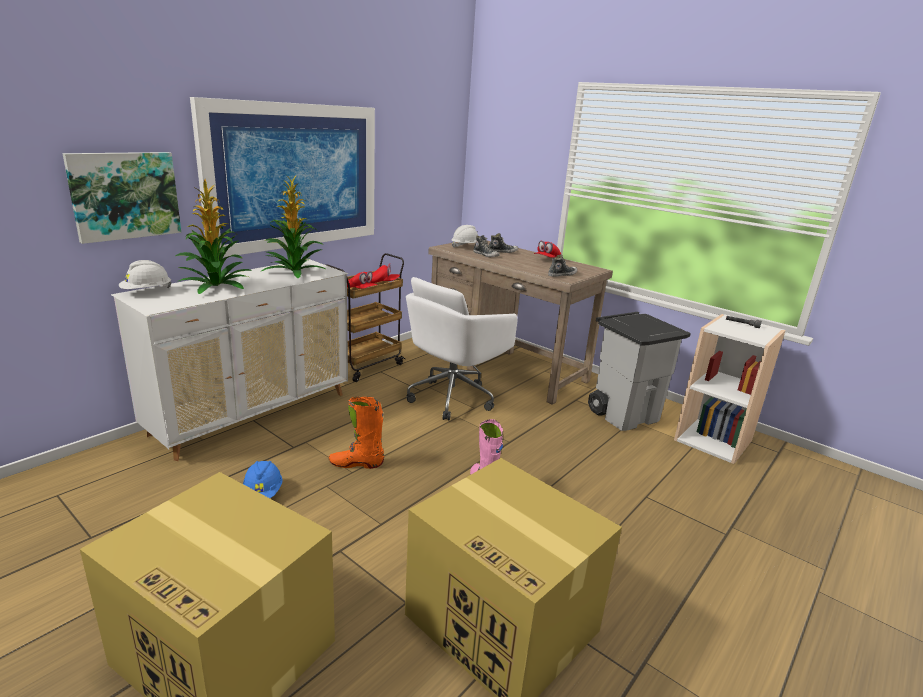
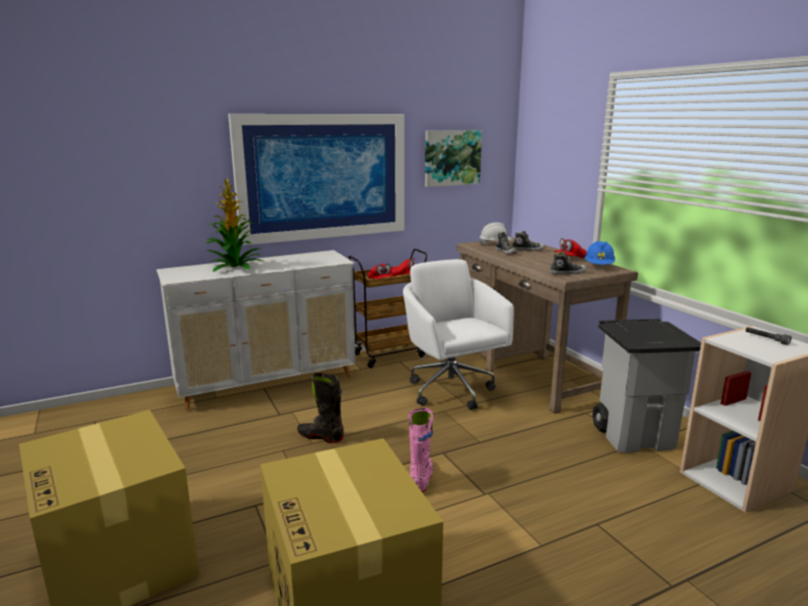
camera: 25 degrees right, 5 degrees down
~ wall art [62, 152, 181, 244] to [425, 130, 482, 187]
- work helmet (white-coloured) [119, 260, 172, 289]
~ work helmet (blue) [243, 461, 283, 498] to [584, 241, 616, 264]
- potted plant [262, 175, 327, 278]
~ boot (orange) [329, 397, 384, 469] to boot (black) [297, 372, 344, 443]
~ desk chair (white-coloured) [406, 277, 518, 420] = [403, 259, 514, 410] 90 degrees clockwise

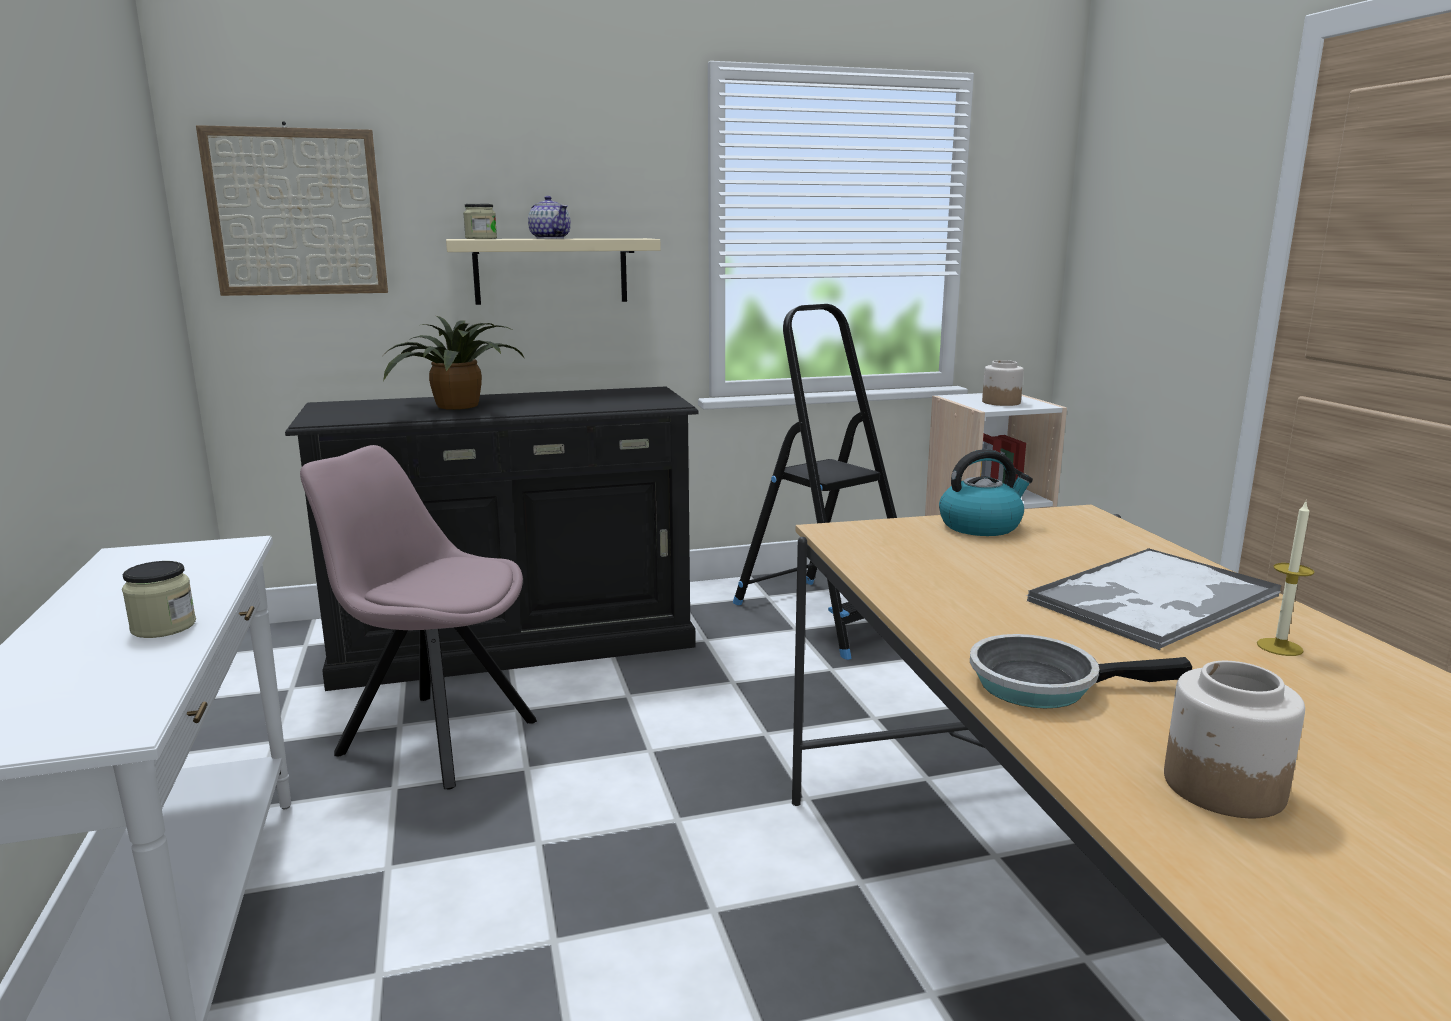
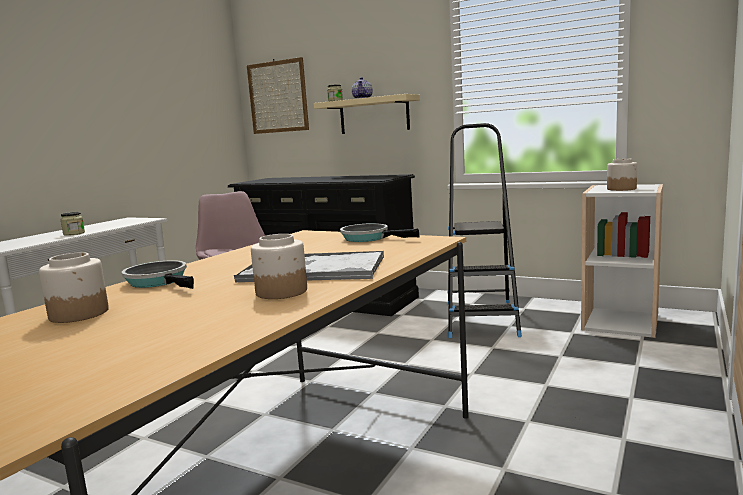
camera: 45 degrees right, 5 degrees down
- potted plant [383, 316, 524, 410]
~ water kettle [939, 449, 1033, 536] to pan [340, 223, 420, 242]
~ wax light [1257, 502, 1314, 656] to preserve jar [251, 234, 307, 299]

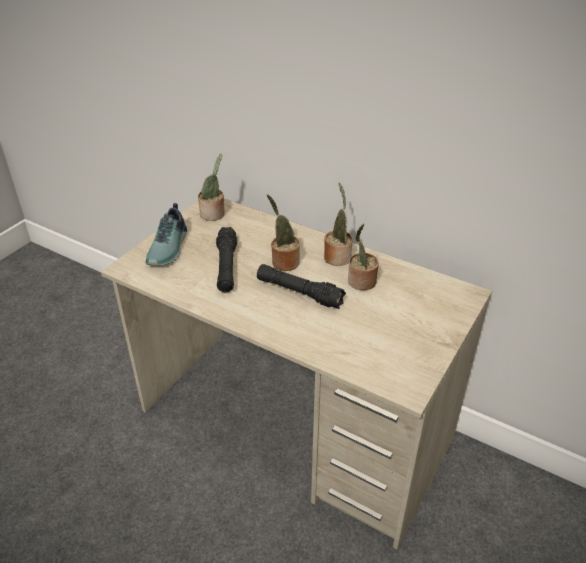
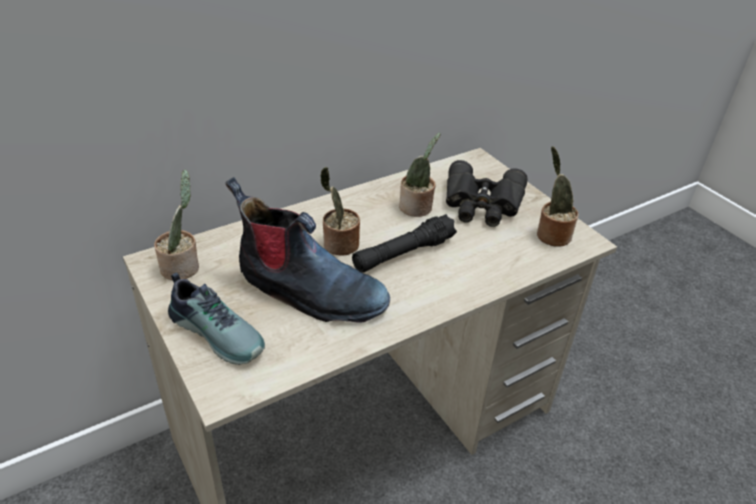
camera: 65 degrees left, 0 degrees up
~ flashlight (black) [216, 227, 237, 292] to boot [225, 177, 390, 323]
~ potted plant [324, 182, 353, 266] to [537, 146, 578, 246]
+ pair of binoculars (black) [446, 160, 527, 227]

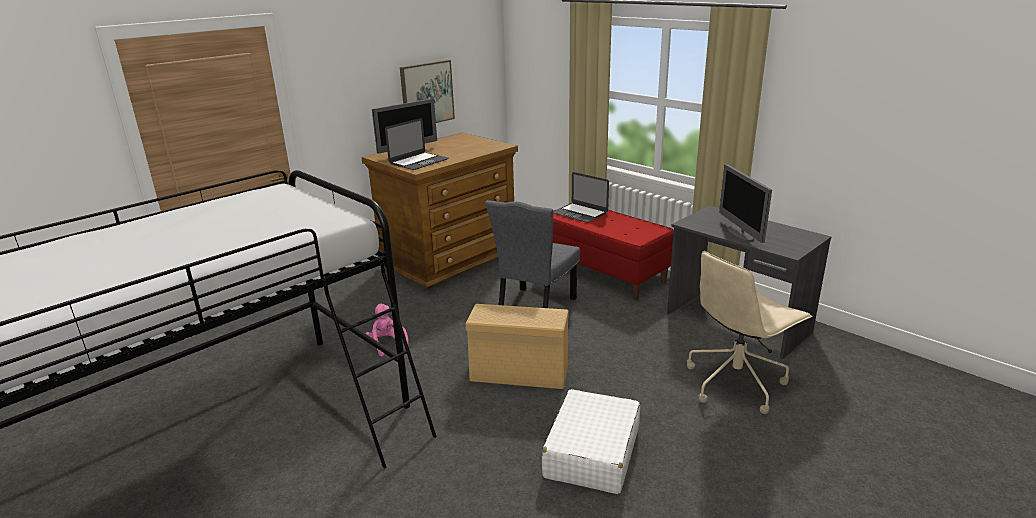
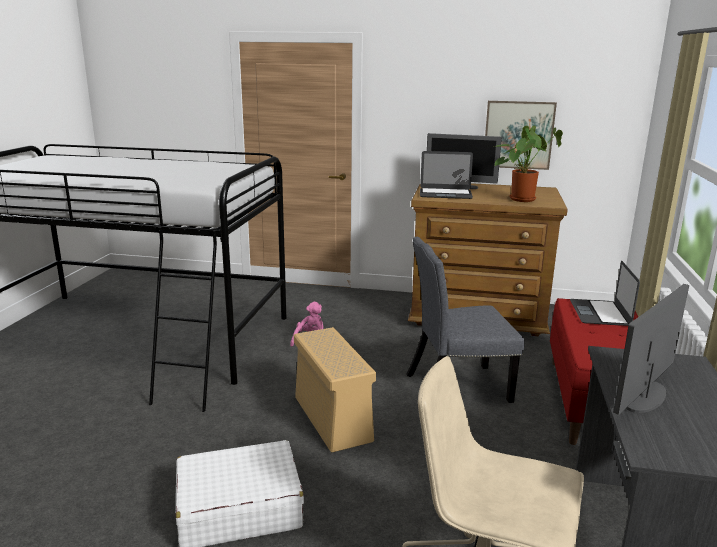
camera: 55 degrees right, 5 degrees down
+ potted plant [494, 126, 563, 202]

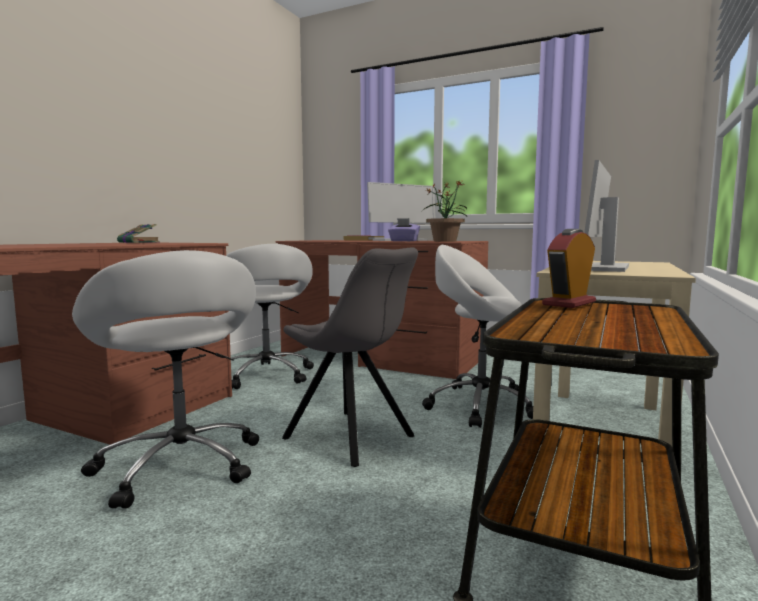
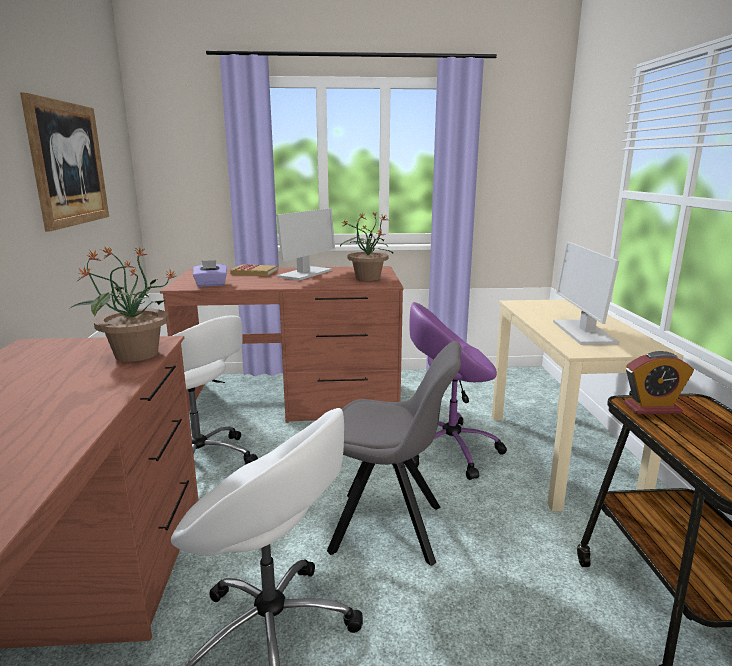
camera: 30 degrees left, 10 degrees up
- book [117, 224, 160, 243]
~ tissue box (purplish) [388, 218, 420, 241] to [193, 260, 227, 287]
~ desk chair (white-coloured) [422, 245, 533, 428] to desk chair (purplish) [409, 302, 507, 480]
~ bedside clock [542, 229, 596, 308] = [624, 351, 694, 414] 105 degrees counterclockwise
+ wall art [20, 93, 109, 231]
+ potted plant [72, 246, 176, 362]

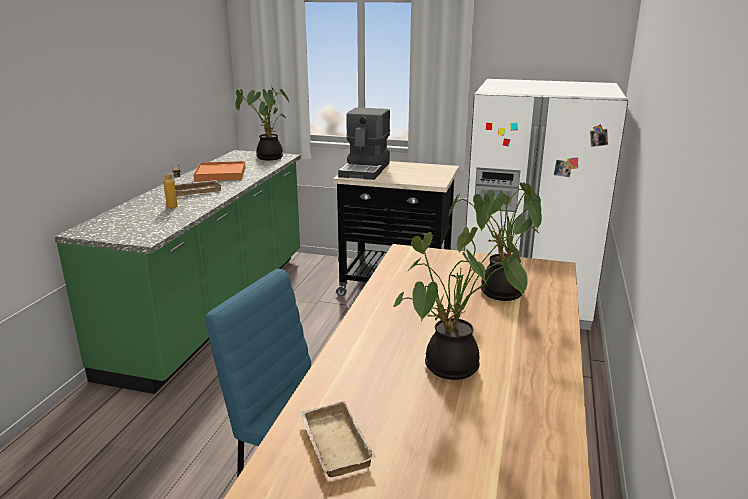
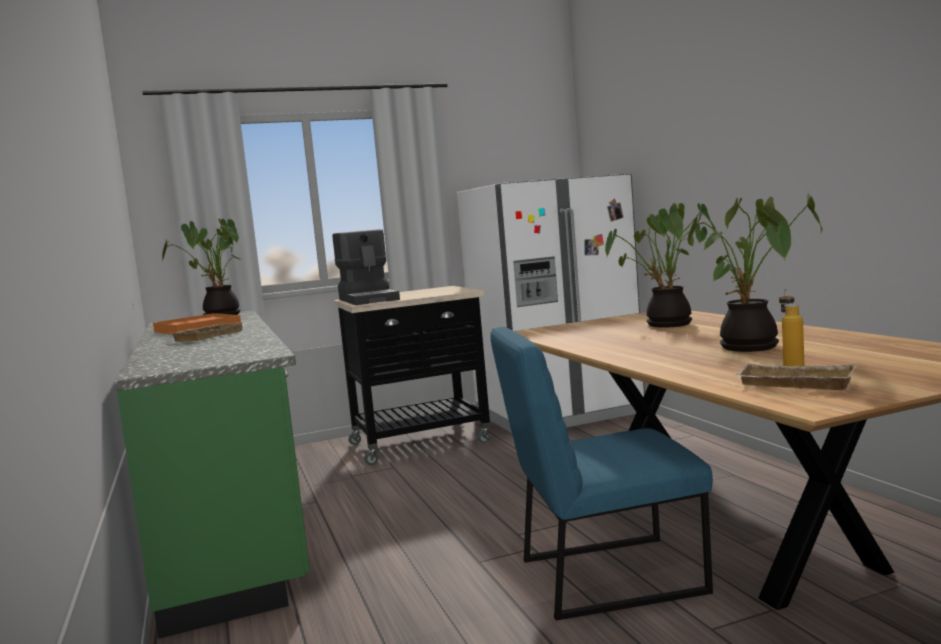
camera: 35 degrees left, 15 degrees down
~ beverage bottle [163, 164, 181, 209] to [779, 289, 804, 367]

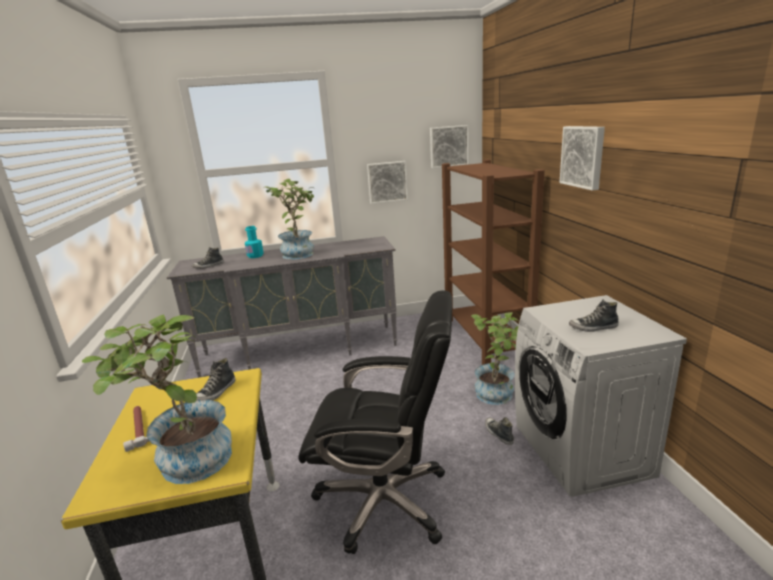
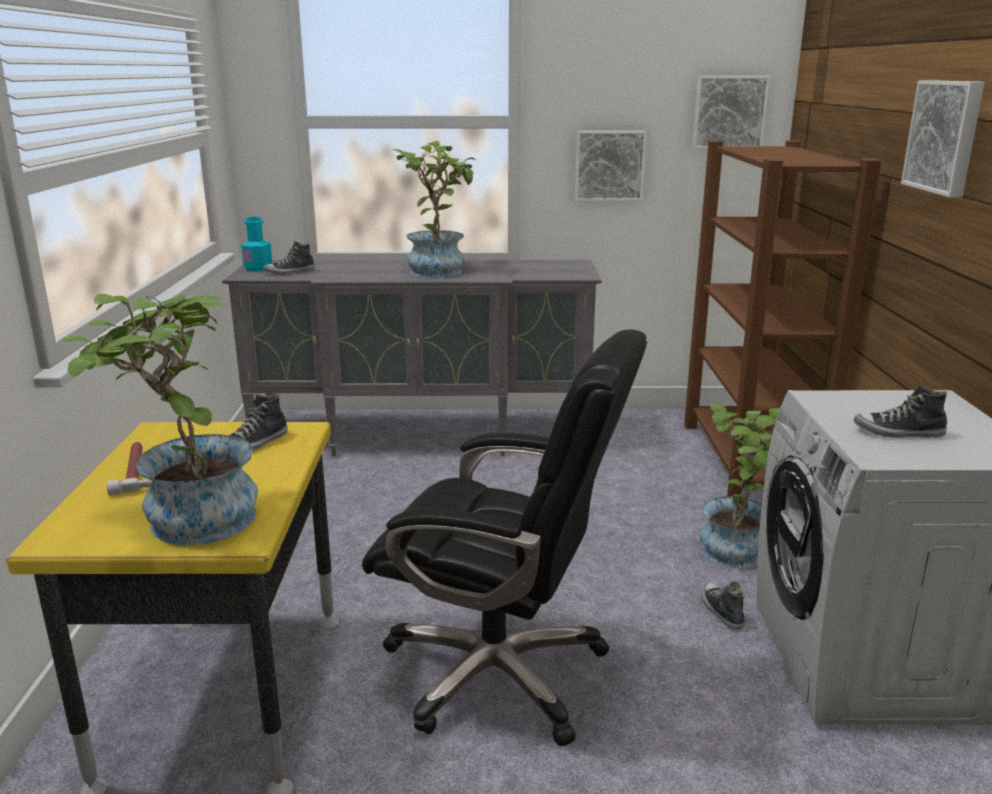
camera: 10 degrees right, 0 degrees up
~ beverage bottle (turquoise) [245, 226, 264, 258] to [241, 217, 272, 272]

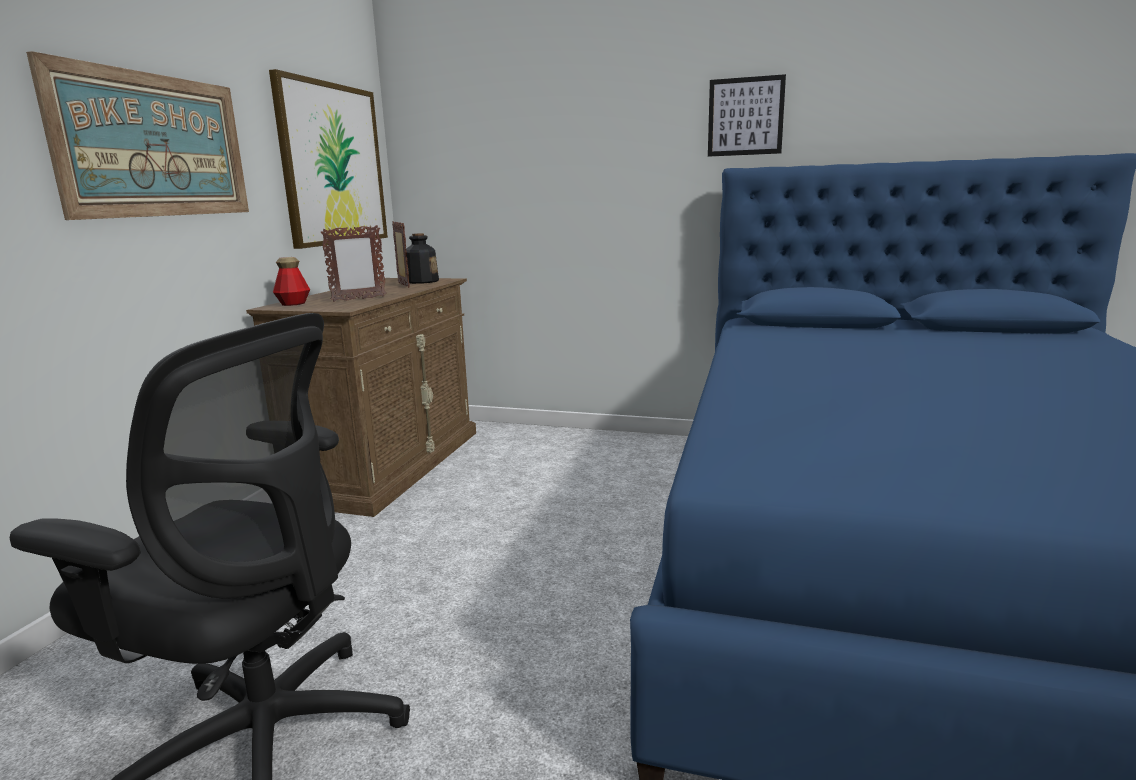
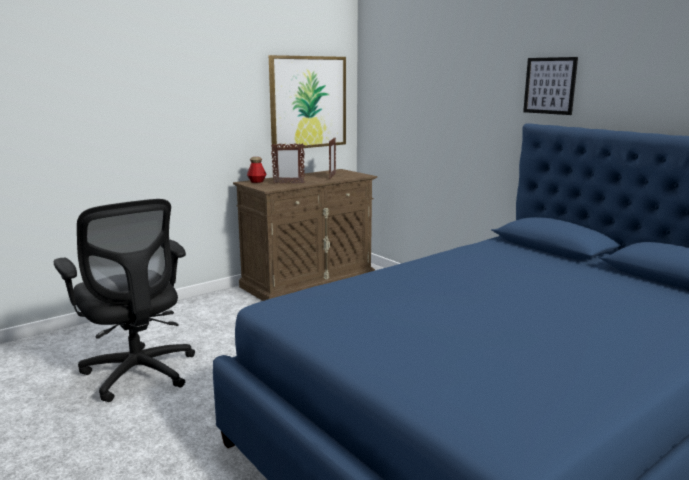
camera: 35 degrees right, 0 degrees up
- wall art [26, 51, 249, 220]
- beverage bottle [406, 233, 439, 284]

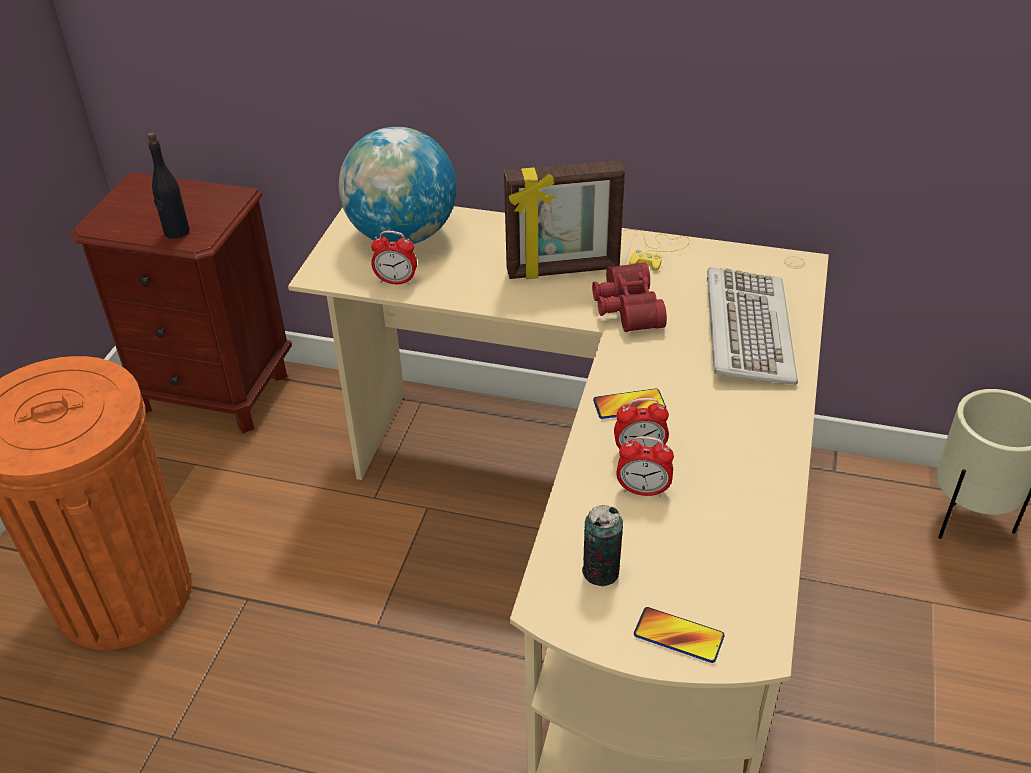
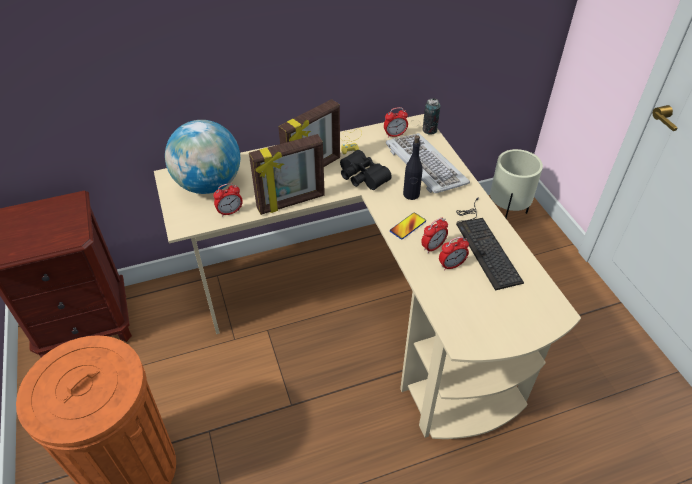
camera: 35 degrees left, 5 degrees up
~ beverage bottle (black) [147, 132, 190, 239] to [403, 135, 423, 200]
~ can [582, 505, 623, 586] to [422, 98, 440, 135]
~ pair of binoculars (reddish) [592, 262, 667, 332] to pair of binoculars (black) [340, 150, 392, 190]
- phone [634, 607, 725, 663]
+ picture frame [249, 134, 325, 215]
+ bedside clock [384, 107, 408, 138]
+ computer keyboard [456, 198, 524, 291]

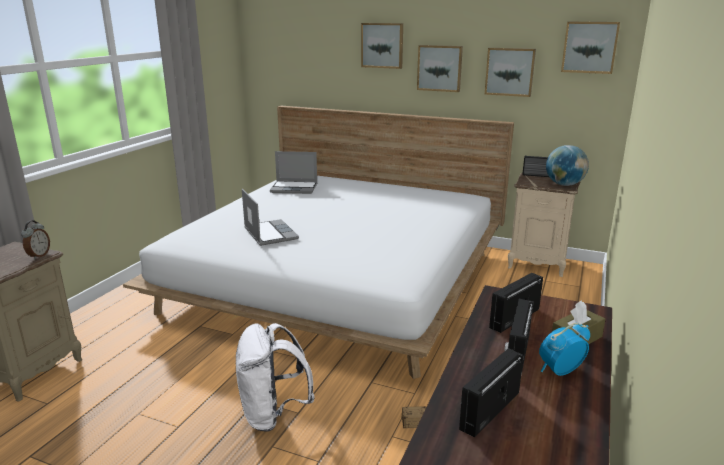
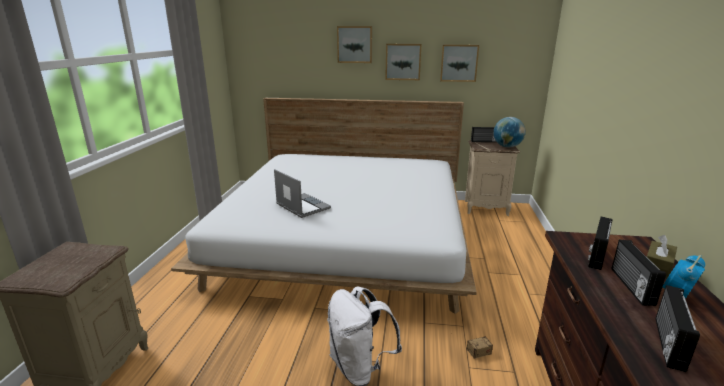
camera: 15 degrees left, 0 degrees up
- bedside clock [21, 220, 50, 259]
- portable computer [270, 151, 317, 194]
- wall art [561, 22, 620, 74]

